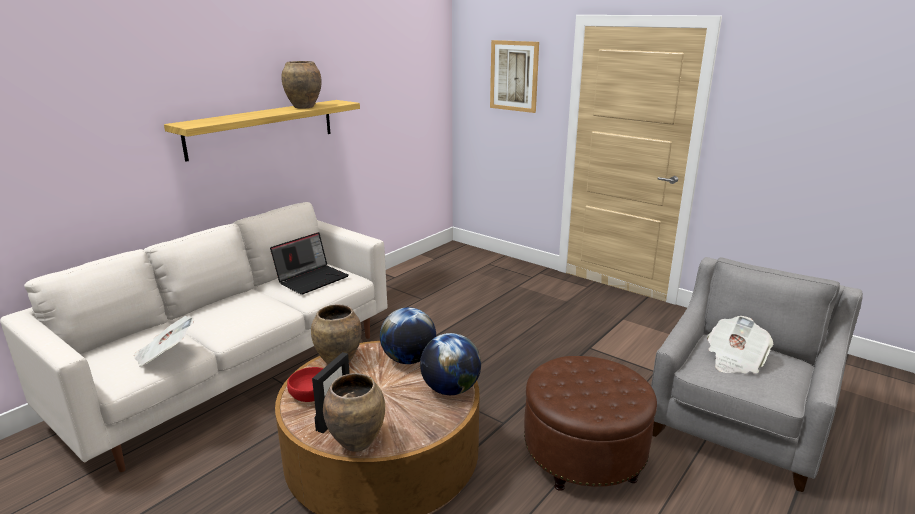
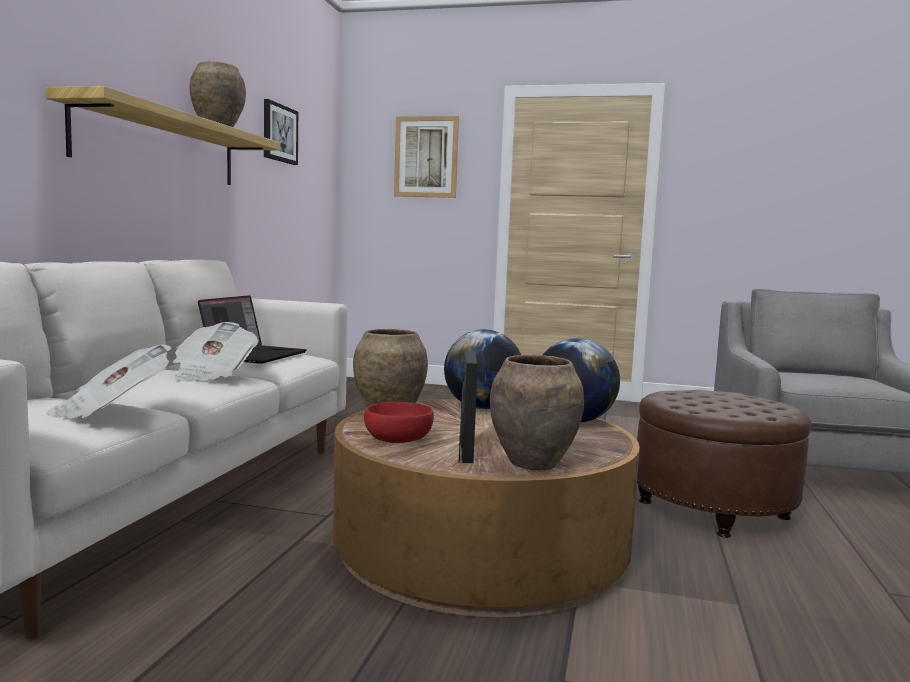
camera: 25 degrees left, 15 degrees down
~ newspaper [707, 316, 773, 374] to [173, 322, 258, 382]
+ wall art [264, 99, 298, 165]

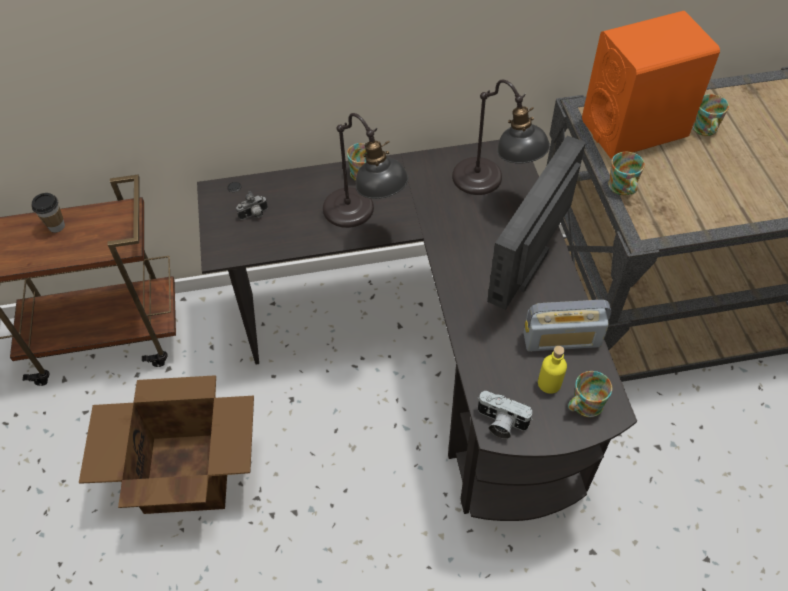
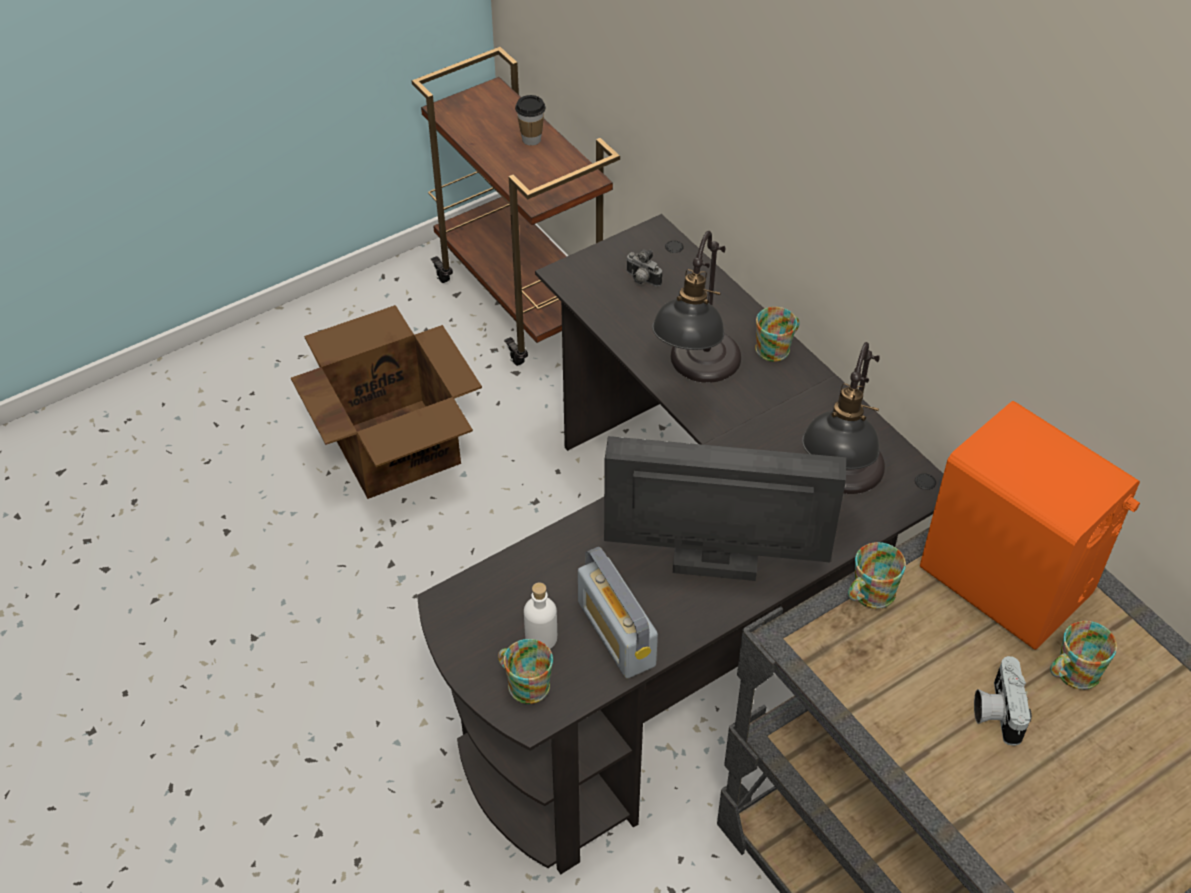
camera: 65 degrees right, 5 degrees down
~ still camera [477, 391, 533, 439] to [974, 656, 1032, 746]
~ beverage bottle (yellow-coloured) [538, 346, 567, 394] to beverage bottle (white-coloured) [524, 582, 557, 649]

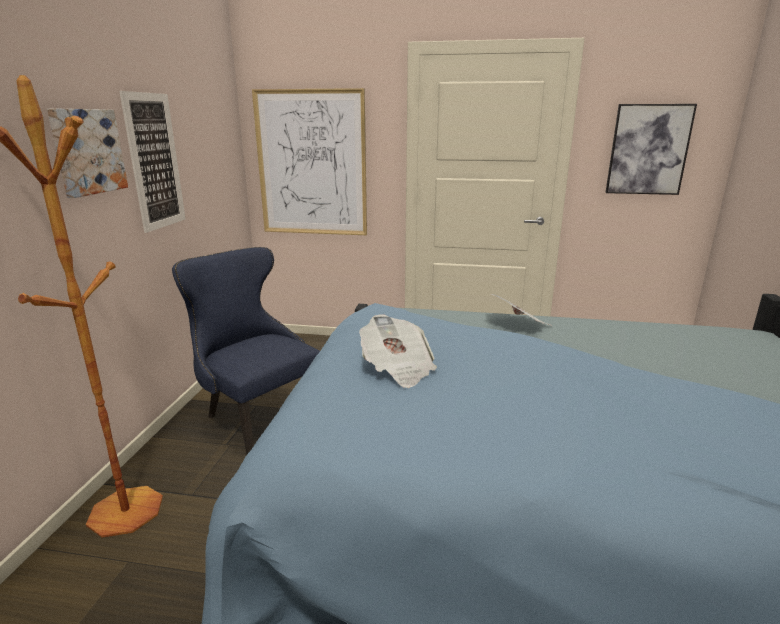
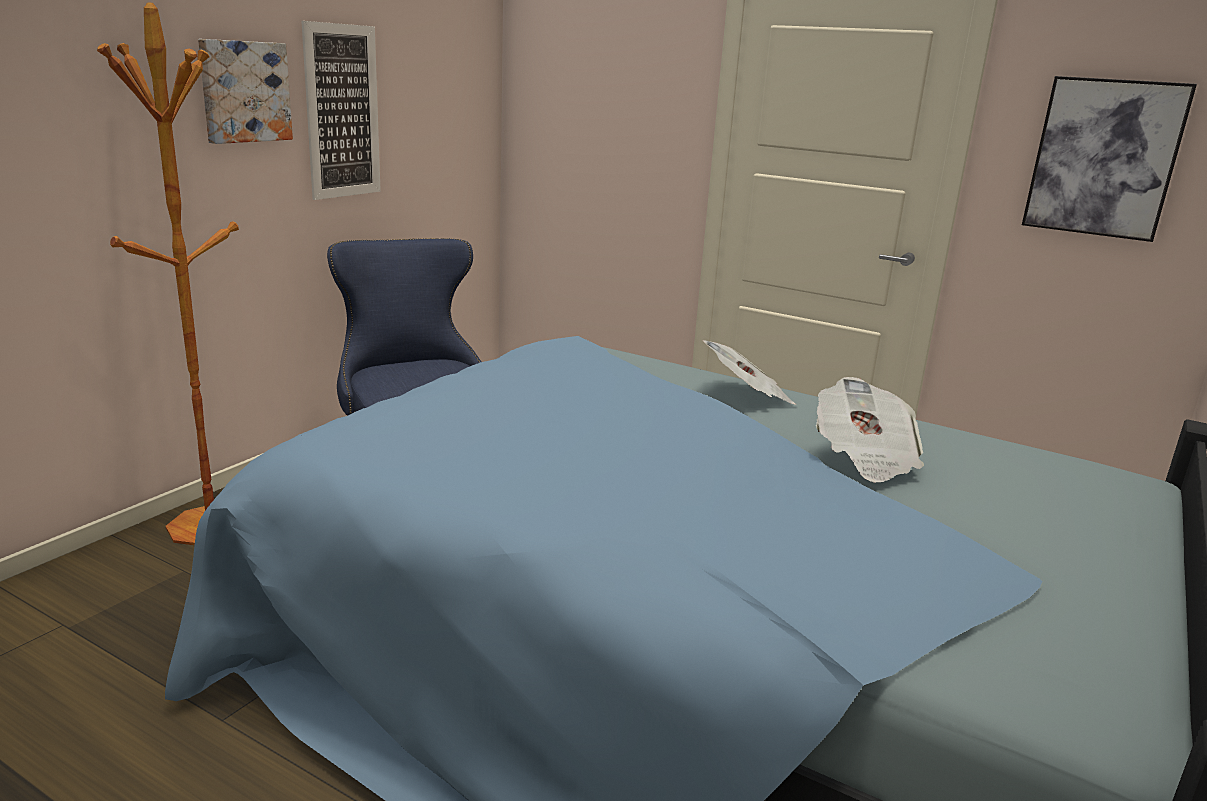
camera: 20 degrees right, 0 degrees up
- wall art [252, 88, 367, 235]
~ newspaper [359, 314, 437, 388] to [816, 377, 924, 483]

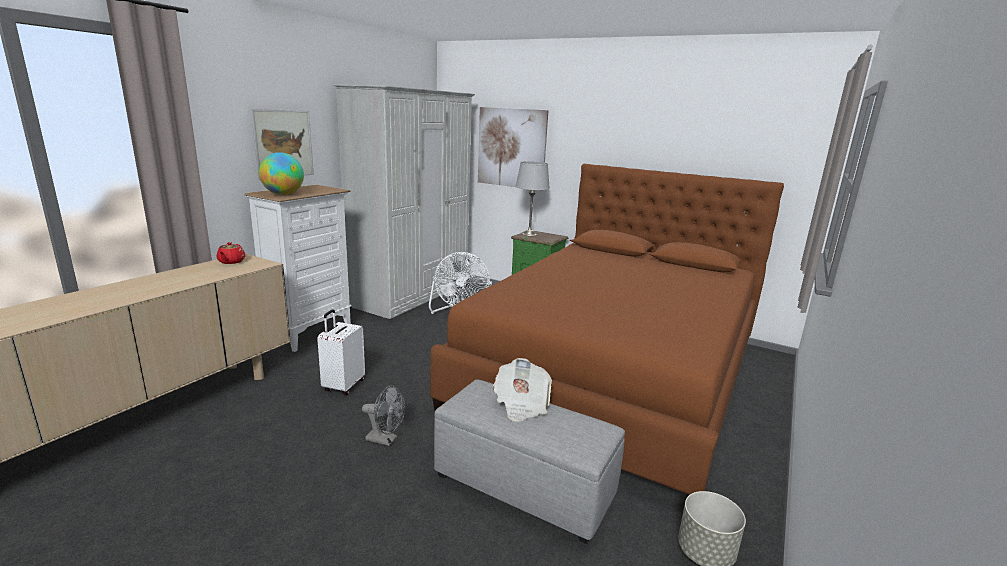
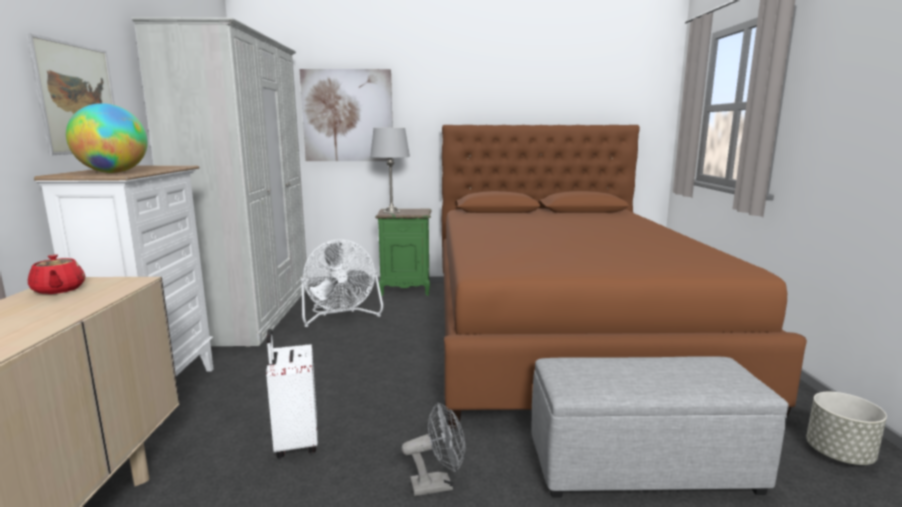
camera: 30 degrees left, 5 degrees down
- newspaper [493, 358, 552, 422]

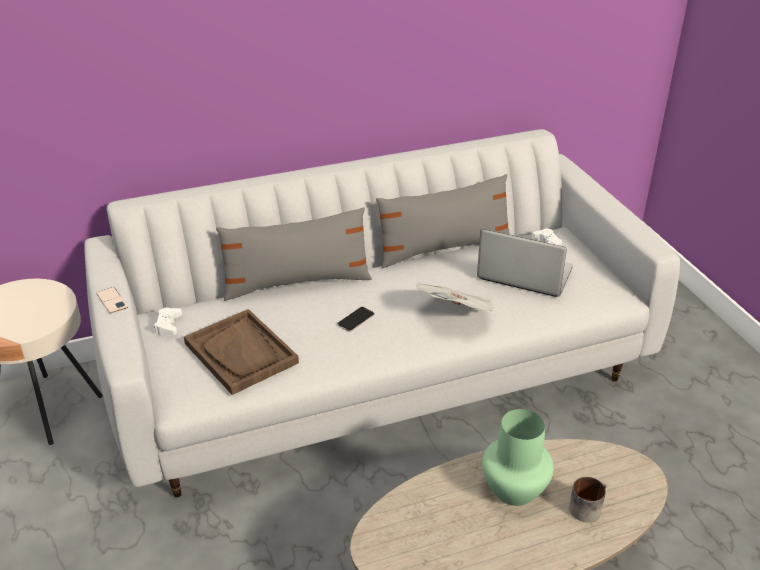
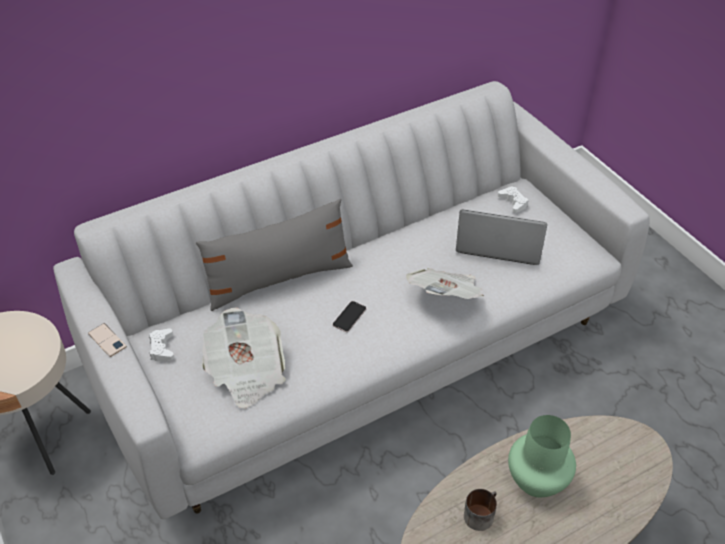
camera: 10 degrees left, 10 degrees up
~ tray (brown-coloured) [184, 309, 299, 395] to newspaper [202, 307, 285, 409]
- pillow (gray) [376, 174, 509, 268]
~ coffee mug [569, 477, 606, 522] to [464, 489, 497, 531]

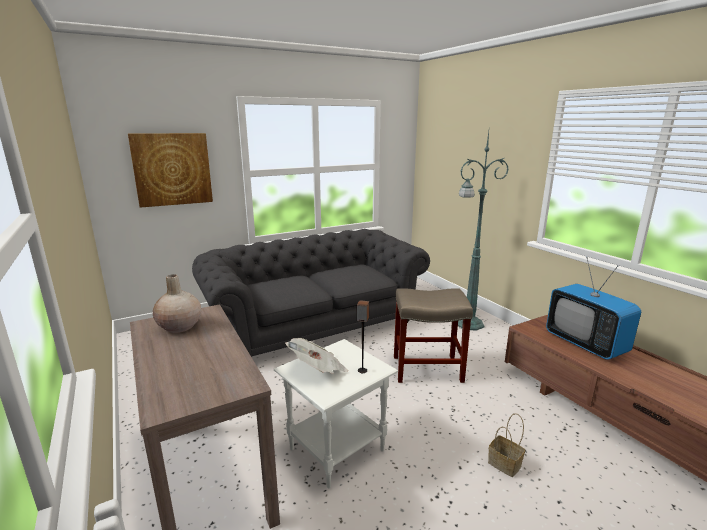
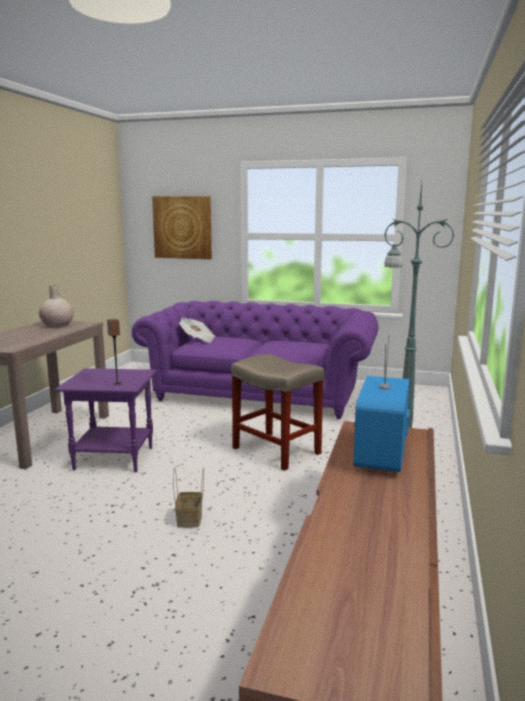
camera: 45 degrees right, 5 degrees down
~ couch (gray) [192, 229, 430, 357] to couch (purplish) [132, 301, 378, 419]
~ accent table (white-coloured) [274, 339, 398, 489] to accent table (purplish) [55, 368, 157, 472]
~ newspaper [285, 338, 349, 373] to [179, 317, 215, 343]

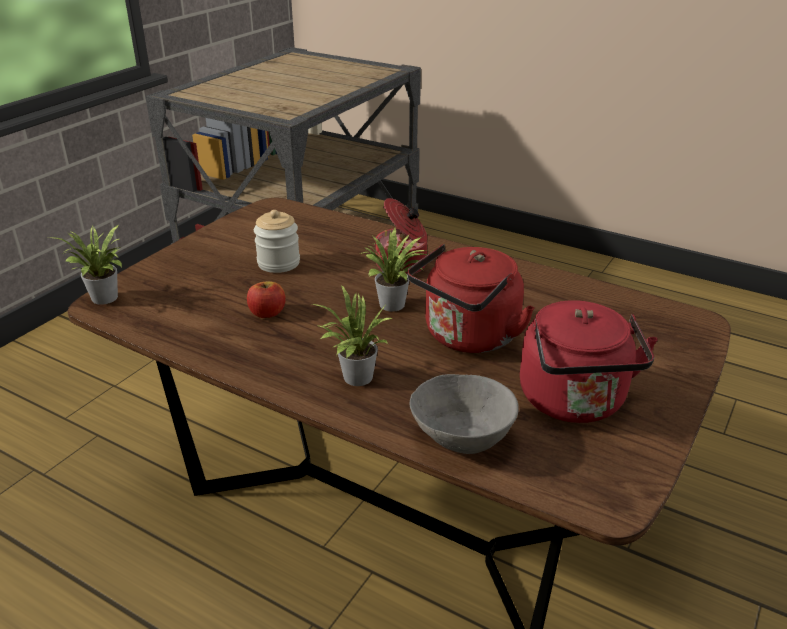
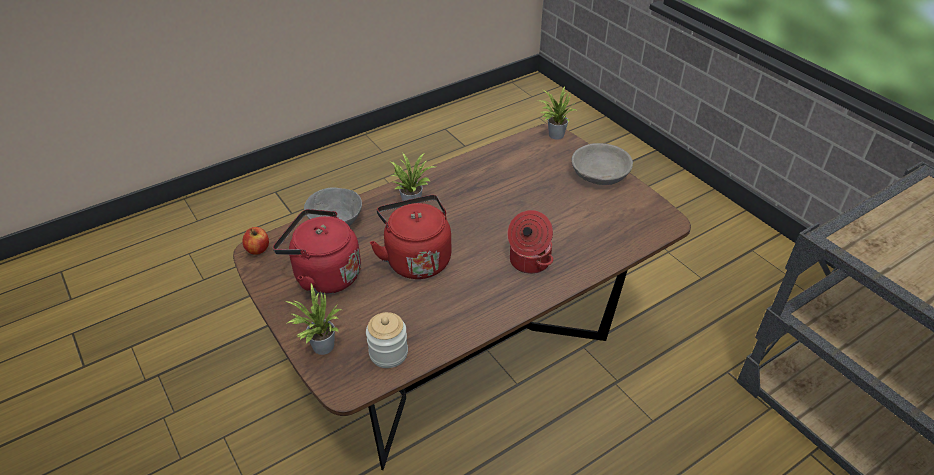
camera: 115 degrees right, 10 degrees up
~ apple fruit [247, 281, 286, 318] to [242, 227, 269, 255]
~ preserve jar [254, 210, 300, 273] to [366, 312, 408, 368]
~ potted plant [360, 228, 428, 312] to [285, 283, 341, 355]
+ bowl (gray) [572, 143, 633, 185]

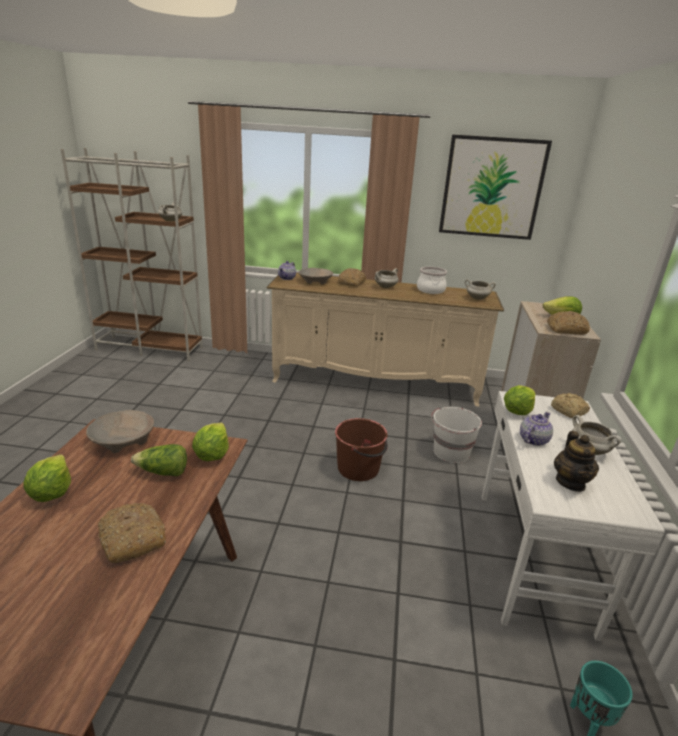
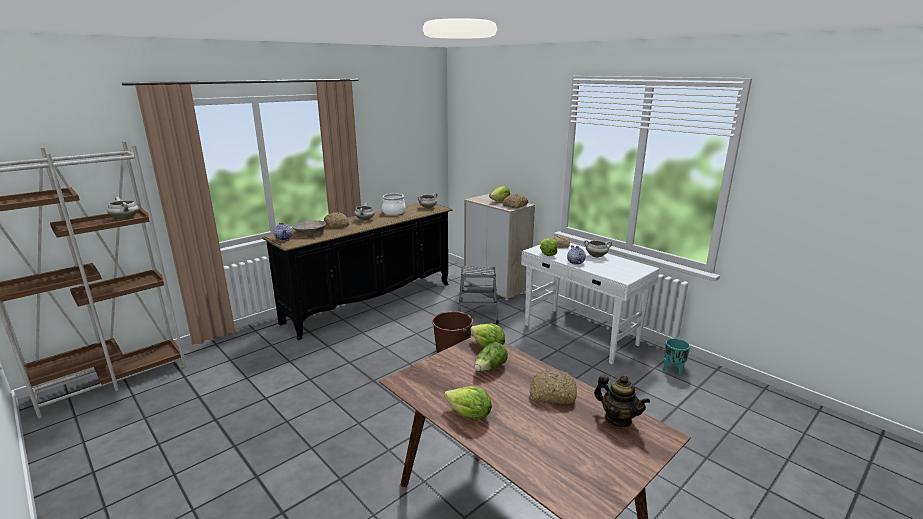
camera: 50 degrees left, 5 degrees down
- bowl (beige-coloured) [86, 410, 154, 453]
~ chest of drawers (beige-coloured) [267, 273, 504, 406] to chest of drawers (black) [262, 202, 452, 340]
~ water bucket (white-coloured) [431, 407, 482, 463] to stepladder (gray) [458, 266, 499, 325]
- wall art [439, 134, 552, 240]
~ tea pot [554, 431, 599, 492] to [594, 375, 650, 427]

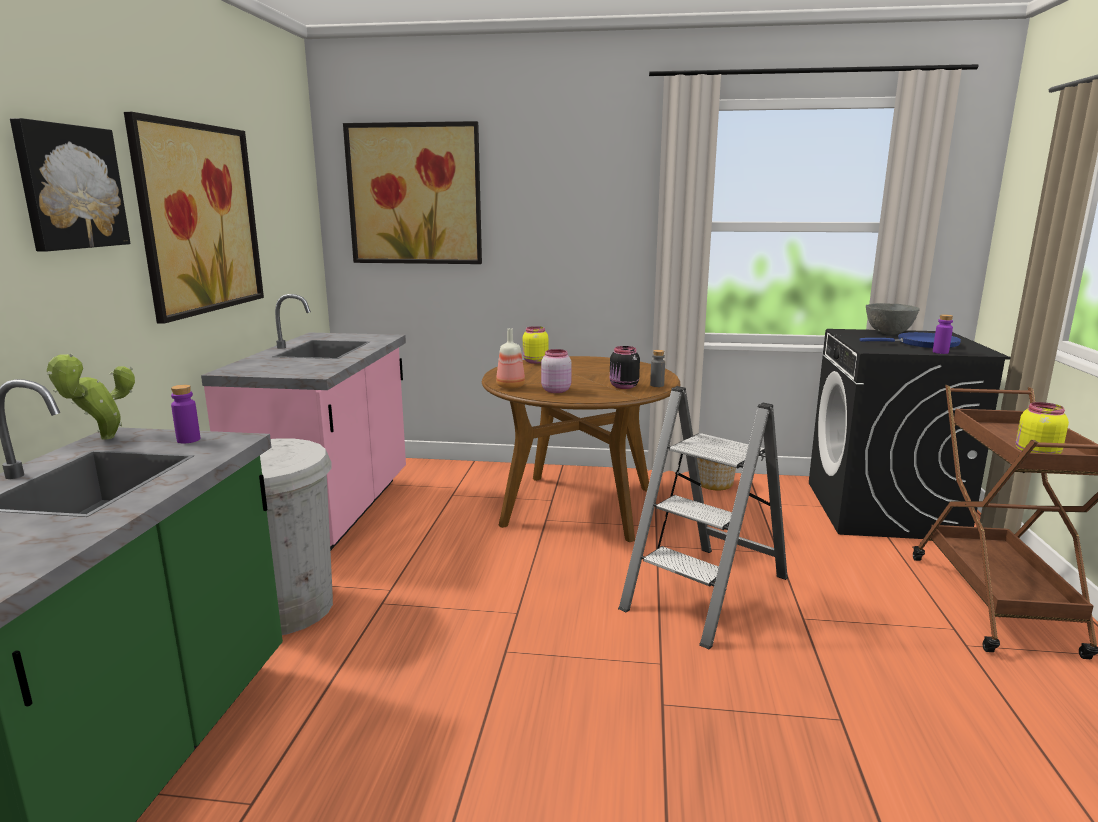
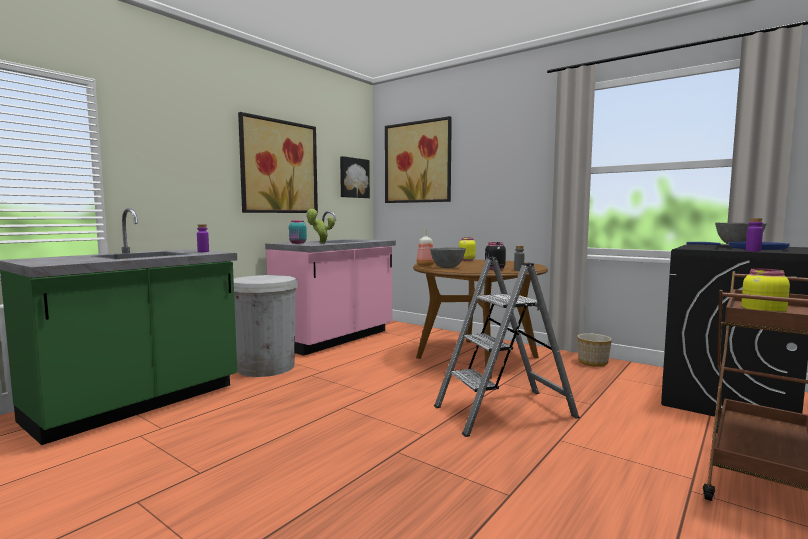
camera: 30 degrees right, 10 degrees down
~ wall art [10, 118, 130, 251] to [340, 156, 370, 198]
~ potted plant [47, 353, 135, 440] to [306, 208, 335, 244]
~ preserve jar (pinkish) [541, 349, 572, 393] to bowl (gray) [430, 247, 466, 268]
+ preserve jar (turquoise) [289, 220, 307, 244]

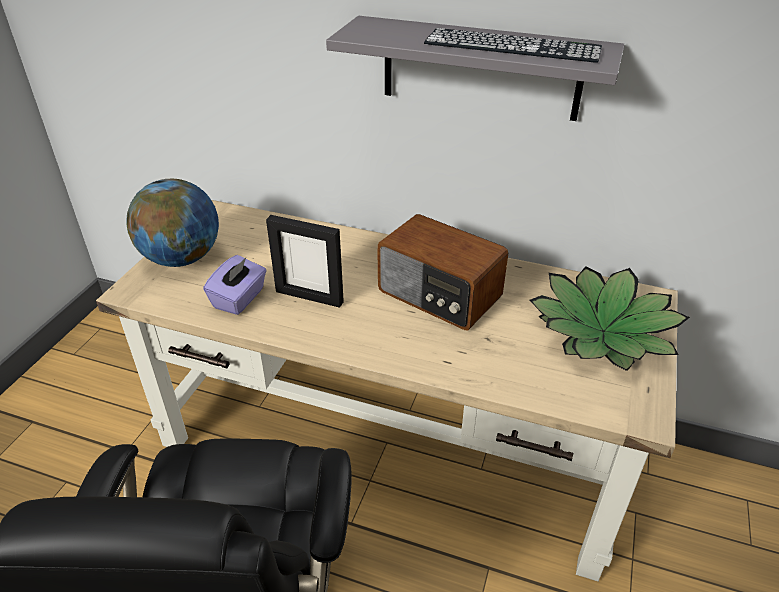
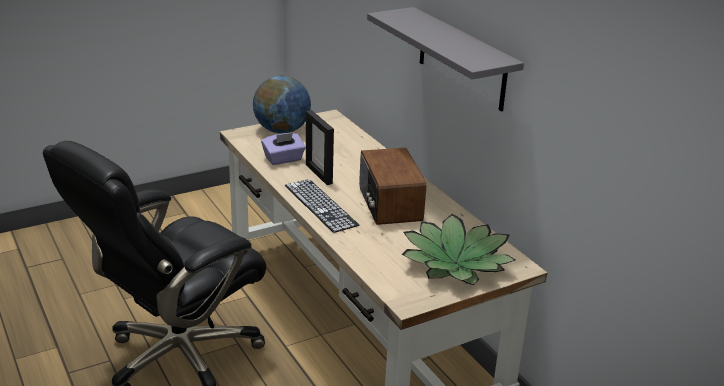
camera: 40 degrees right, 10 degrees down
~ computer keyboard [424, 28, 602, 63] to [285, 179, 359, 233]

